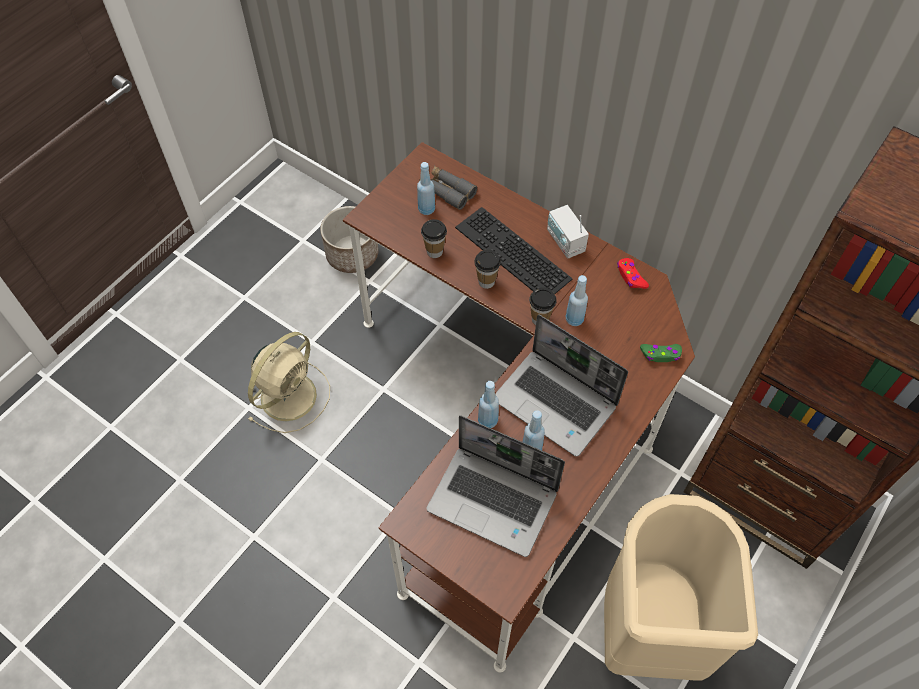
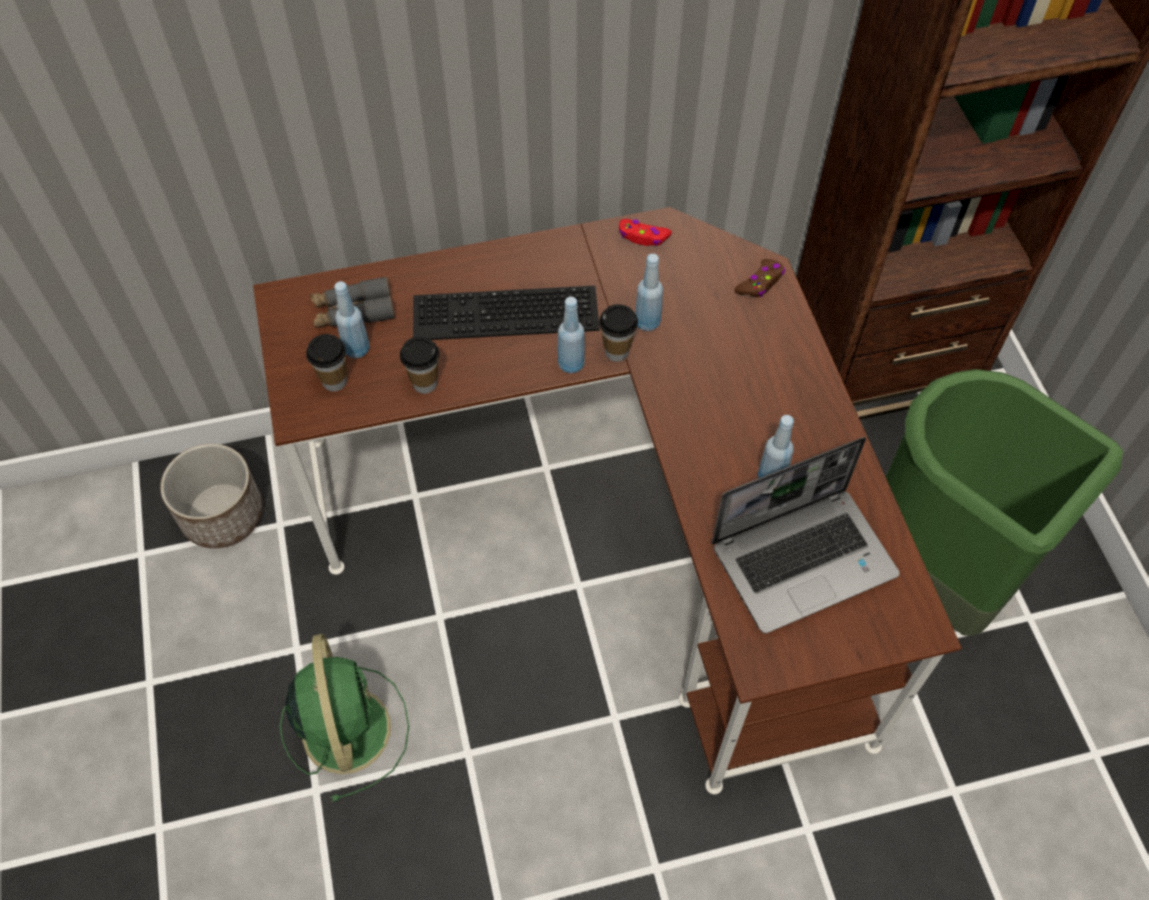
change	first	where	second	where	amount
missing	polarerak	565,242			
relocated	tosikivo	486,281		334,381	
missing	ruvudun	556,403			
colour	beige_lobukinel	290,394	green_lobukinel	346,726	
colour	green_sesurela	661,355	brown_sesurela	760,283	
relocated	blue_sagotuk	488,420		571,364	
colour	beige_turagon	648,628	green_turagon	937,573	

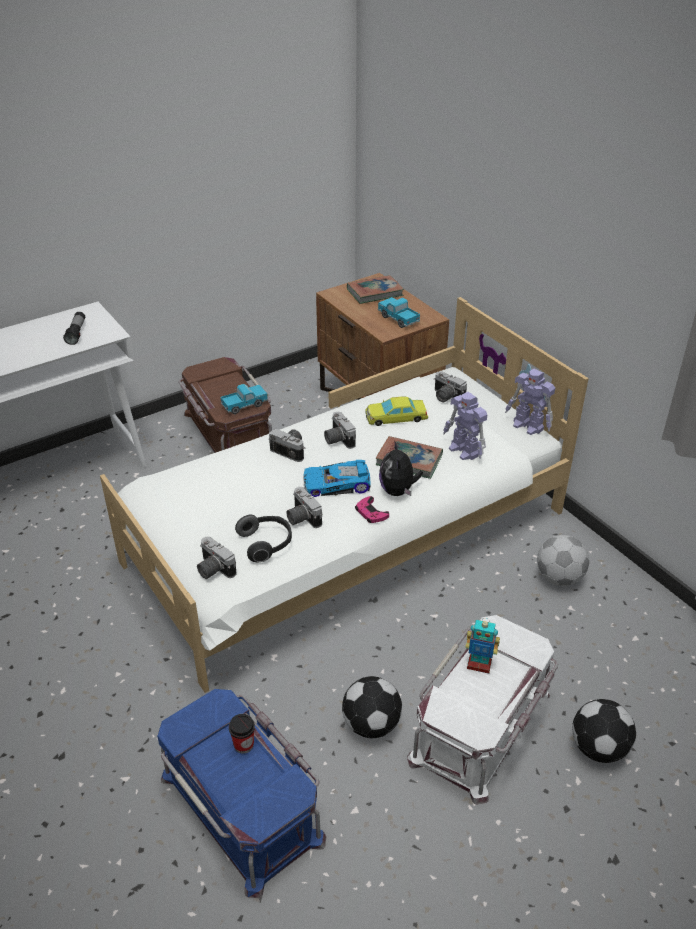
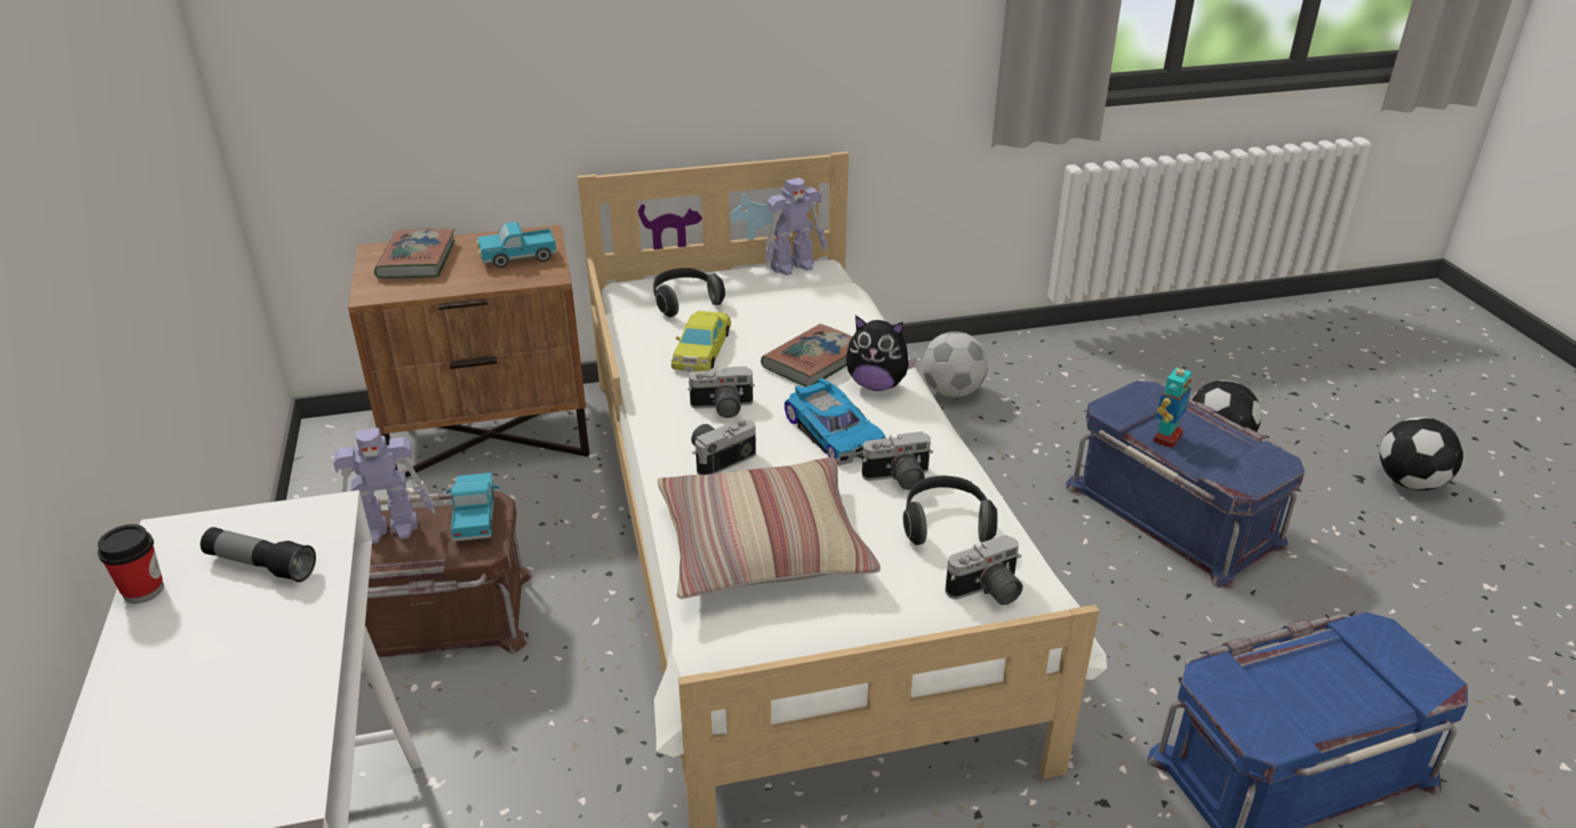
change	first	where	second	where	amount
exchanged	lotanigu	445,397	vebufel	685,302	
relocated	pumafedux	464,451		391,529	
spun	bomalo	336,485		835,432	45 degrees counterclockwise
missing	pink_sesurela	371,513			
colour	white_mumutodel	482,727	blue_mumutodel	1176,514	
relocated	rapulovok	372,725		1410,482	
relocated	tosikivo	243,745		143,590	
appeared			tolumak	763,545	

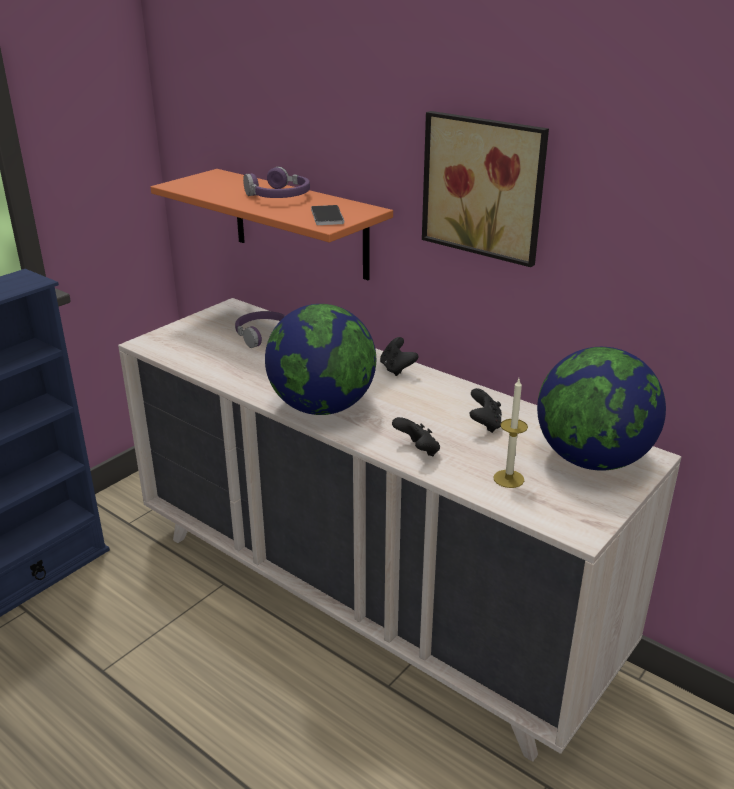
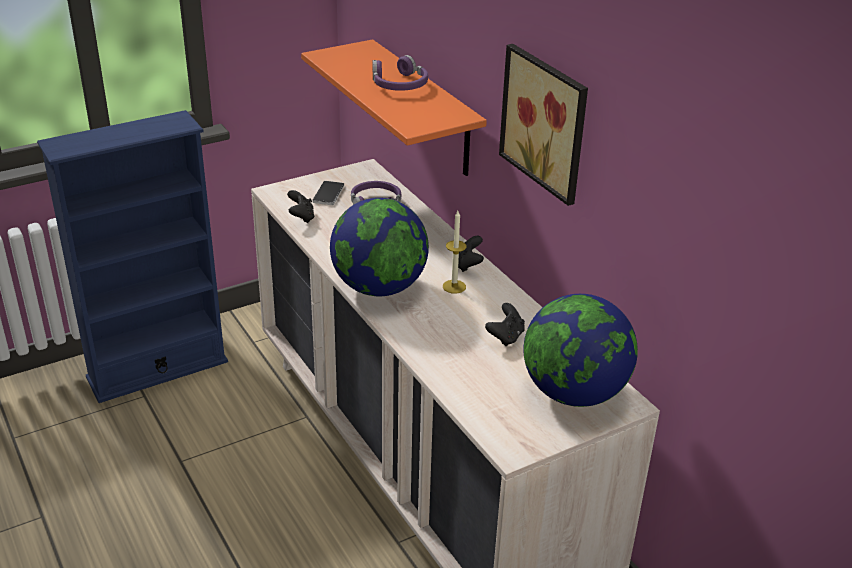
change	first	where	second	where	amount
relocated	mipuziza	327,217		328,194	
relocated	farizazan	508,479		454,286	
relocated	black_sesurela	417,451		301,217	

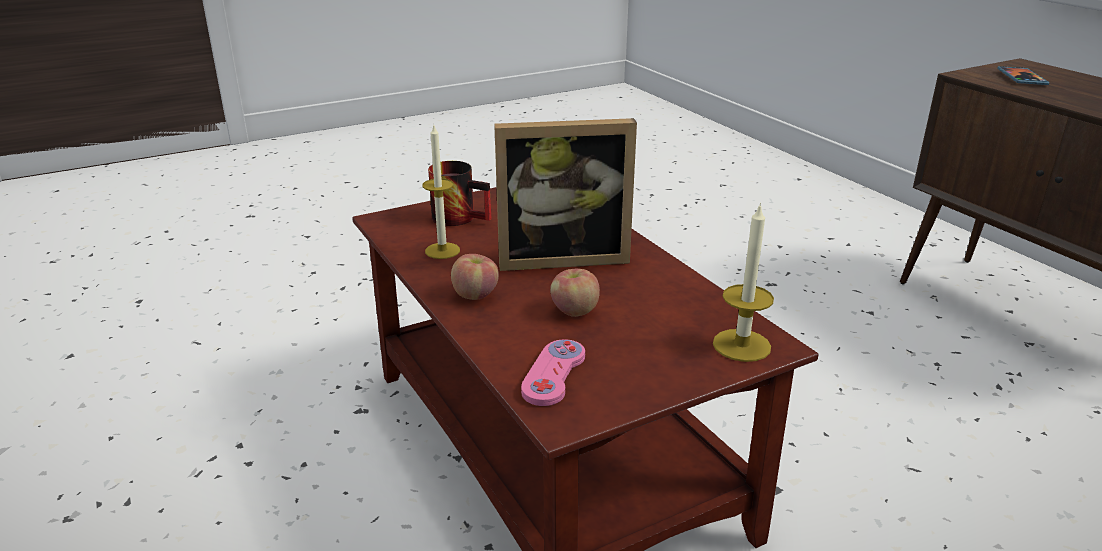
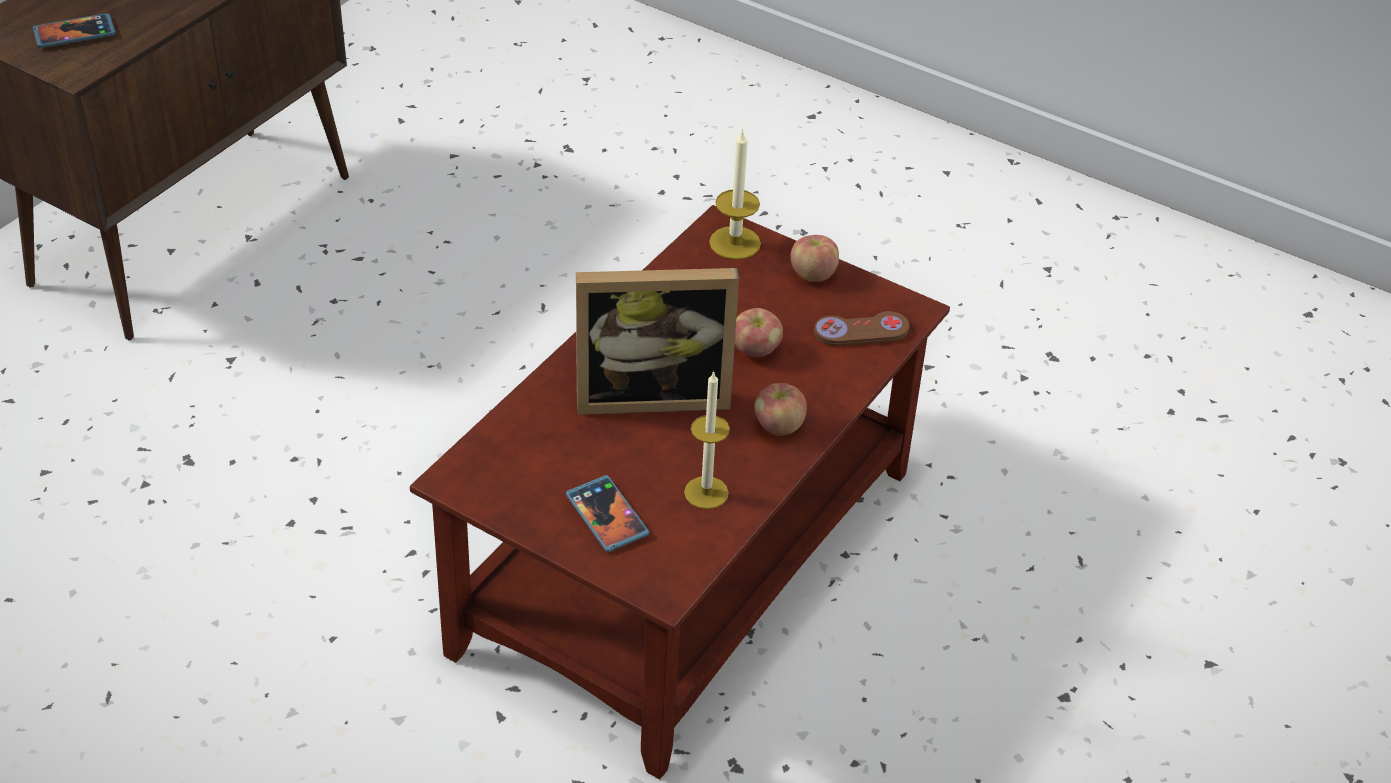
change	first	where	second	where	amount
spun	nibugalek	562,256		652,393	120 degrees clockwise
exchanged	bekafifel	462,217	mipuziza	607,516	
colour	pink_sesurela	554,374	brown_sesurela	861,331	
appeared			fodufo	813,274	

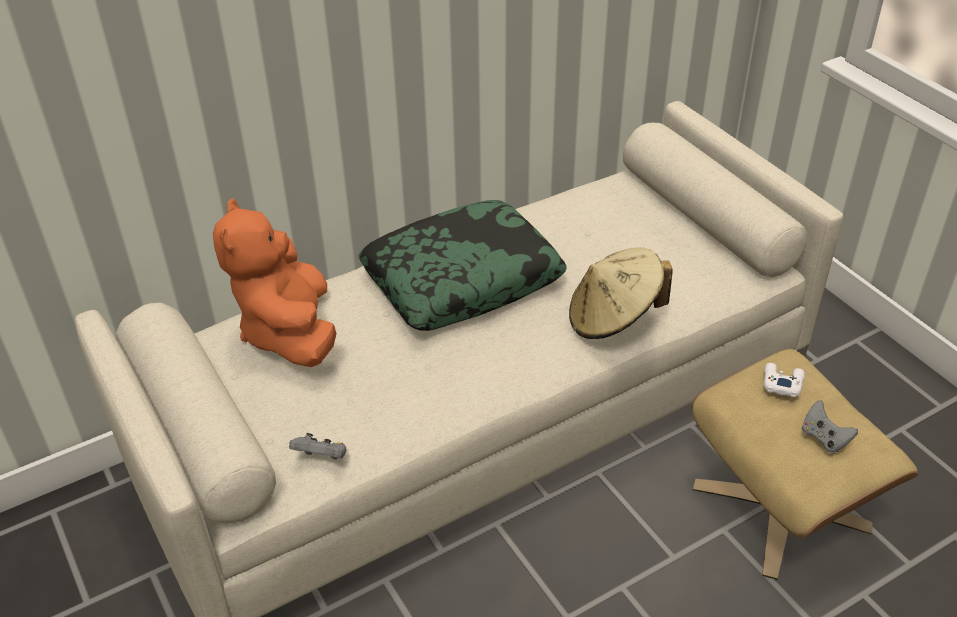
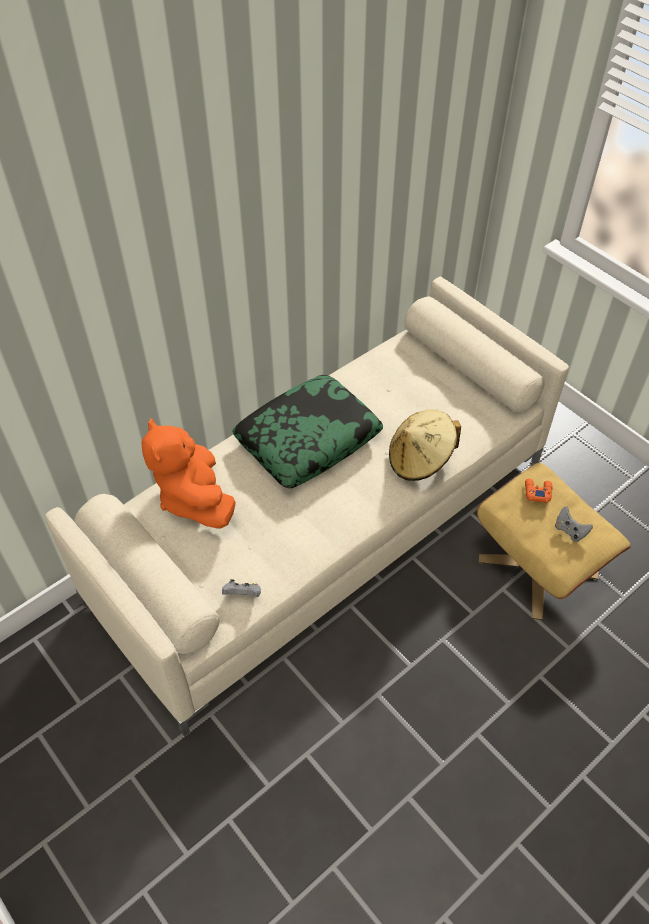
change	first	where	second	where	amount
colour	white_sesurela	781,383	orange_sesurela	537,492	

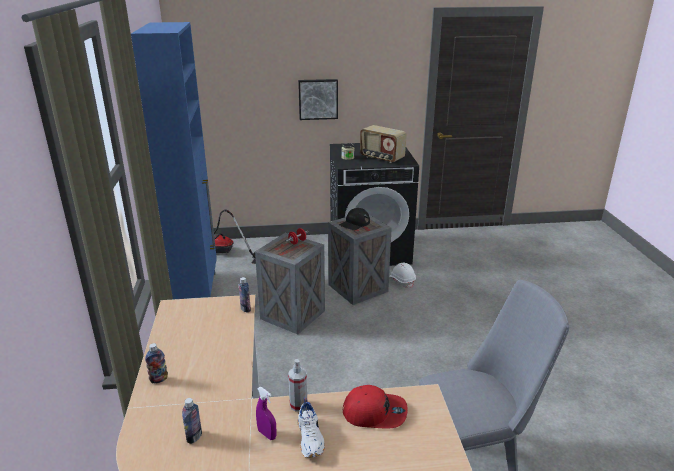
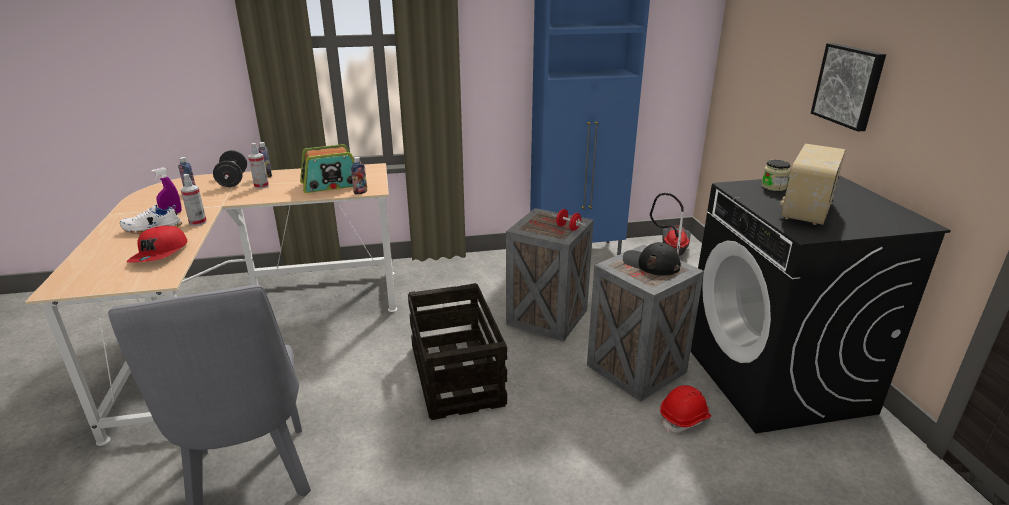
change	first	where	second	where	amount
colour	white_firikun	402,280	red_firikun	684,418	
appeared			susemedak	261,186	
appeared			polarerak	331,184	
appeared			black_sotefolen	233,180	
appeared			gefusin	457,375	

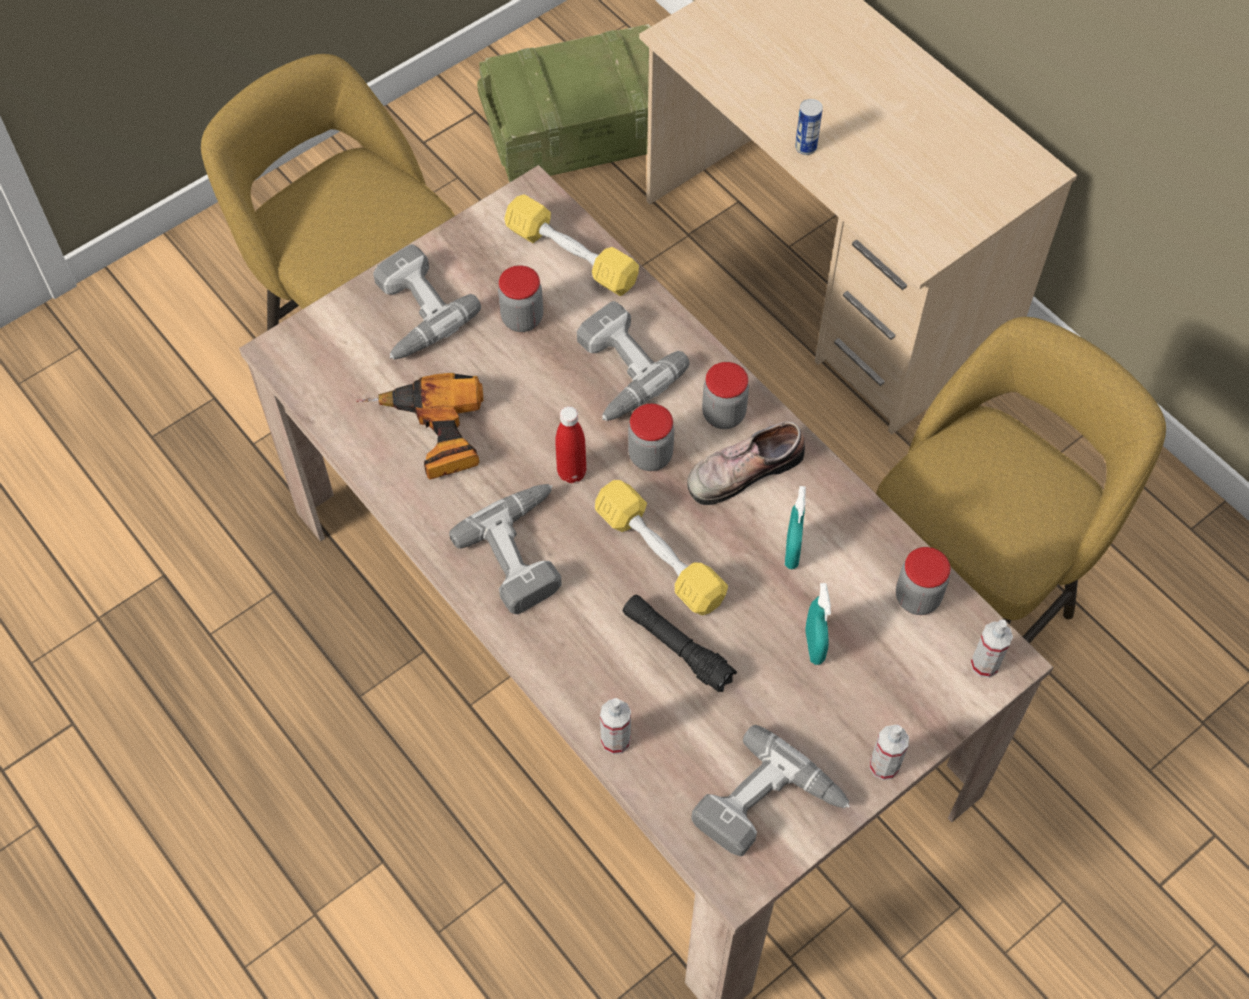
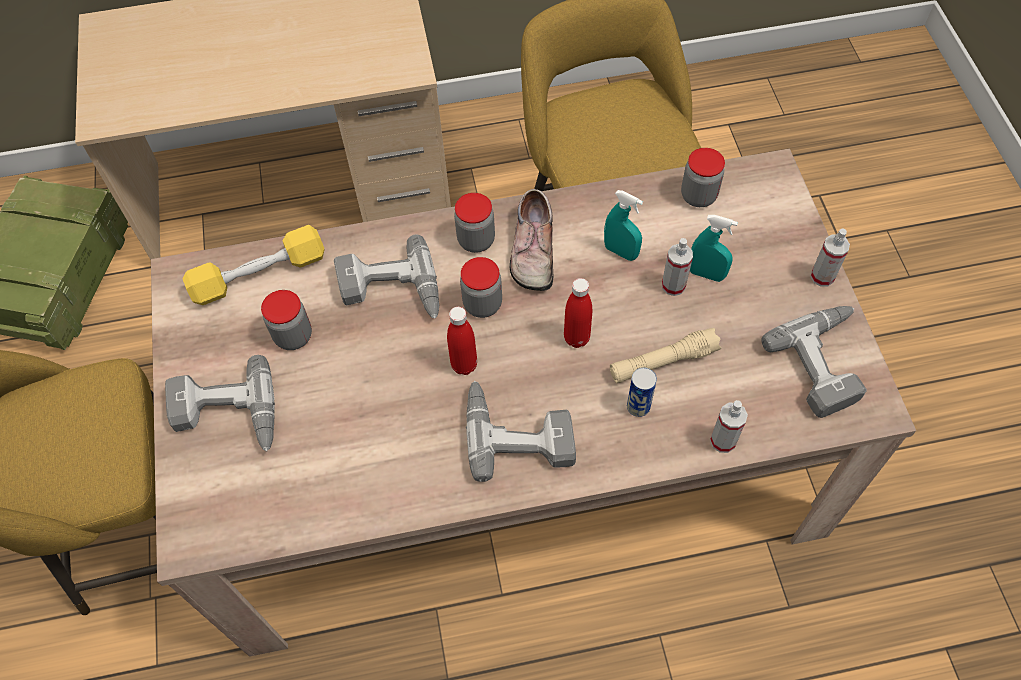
change	first	where	second	where	amount
relocated	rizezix	805,147		638,407	
missing	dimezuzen	432,435			
exchanged	yellow_sotefolen	659,556	red_sagotuk	576,338	
colour	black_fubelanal	677,648	beige_fubelanal	663,362	
relocated	susemedak	985,664		673,285	

